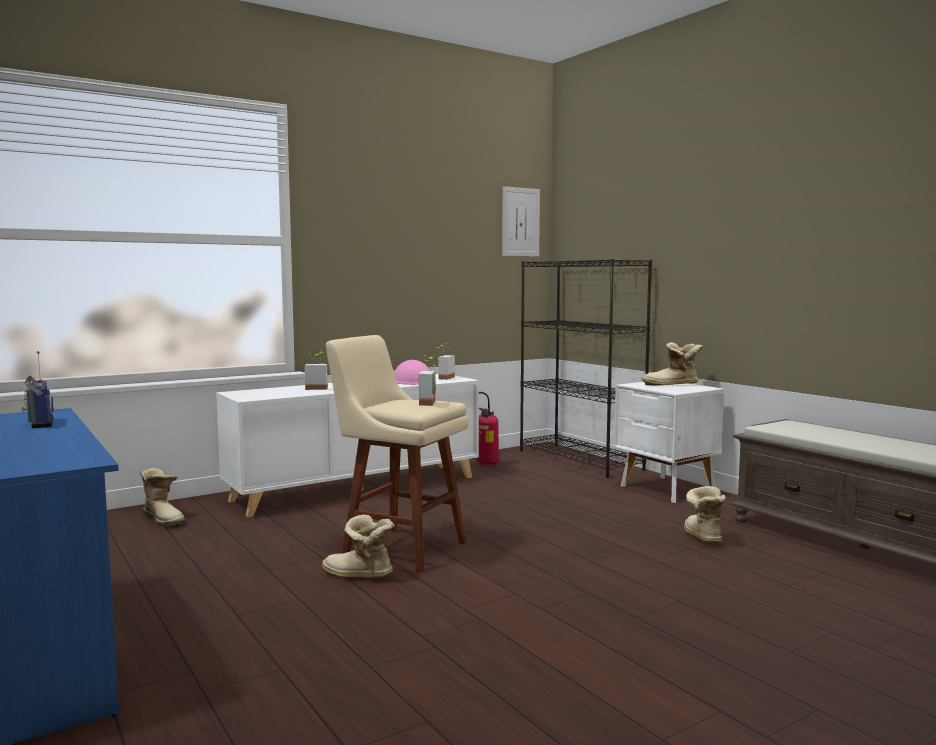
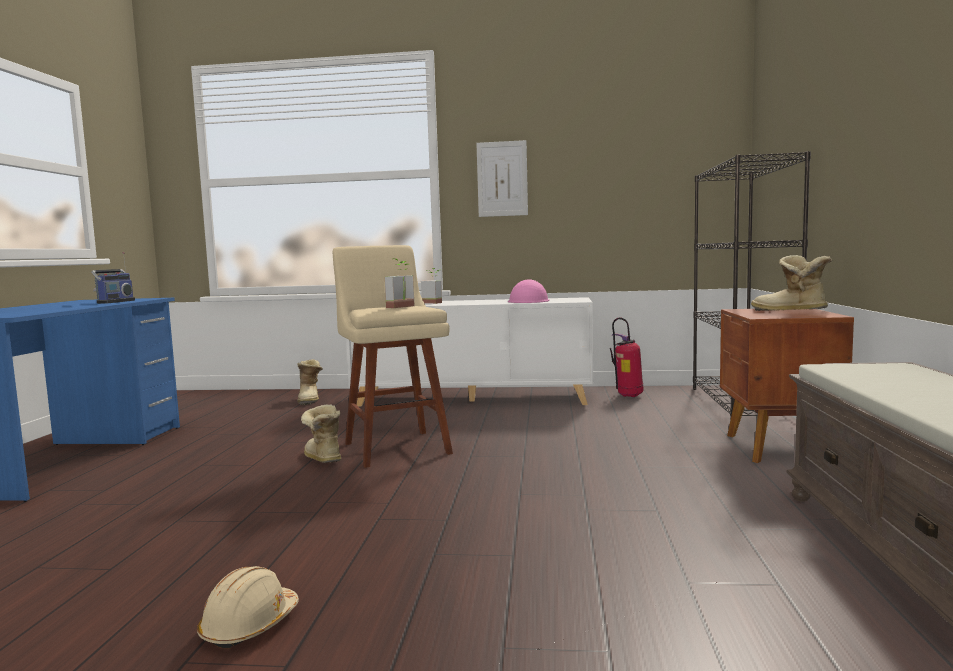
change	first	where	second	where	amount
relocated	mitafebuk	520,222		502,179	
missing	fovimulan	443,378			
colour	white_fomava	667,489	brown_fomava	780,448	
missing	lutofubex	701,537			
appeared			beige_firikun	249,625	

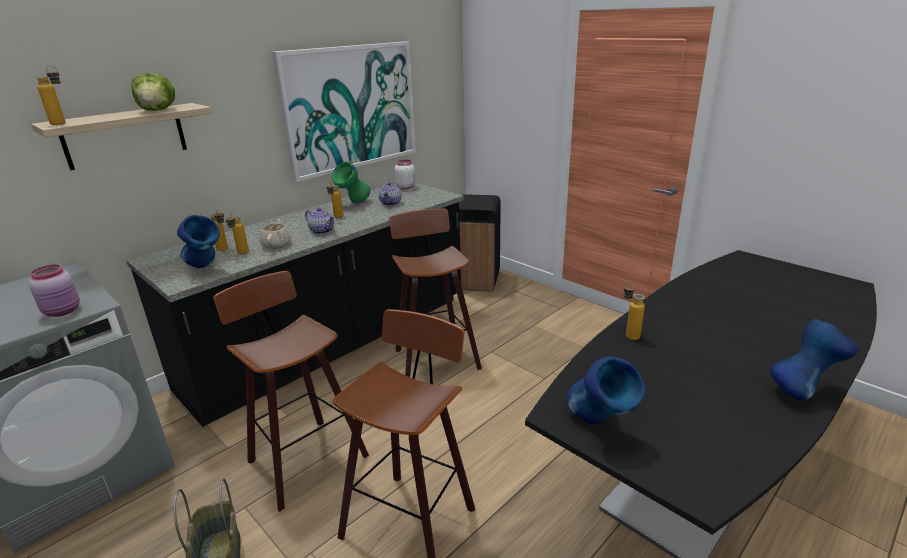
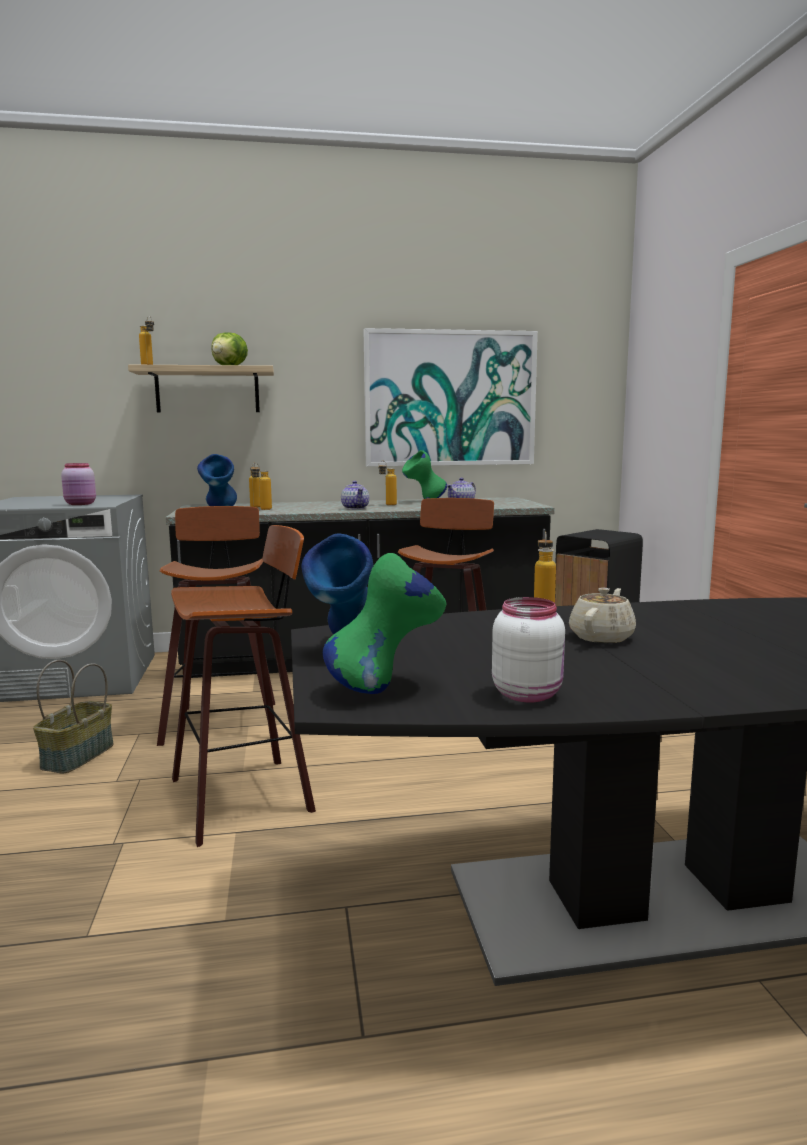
change	first	where	second	where	amount
relocated	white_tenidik	405,187		528,693	
relocated	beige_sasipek	276,244		602,637	
missing	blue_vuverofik	802,391			
appeared			green_vuverofik	386,689	

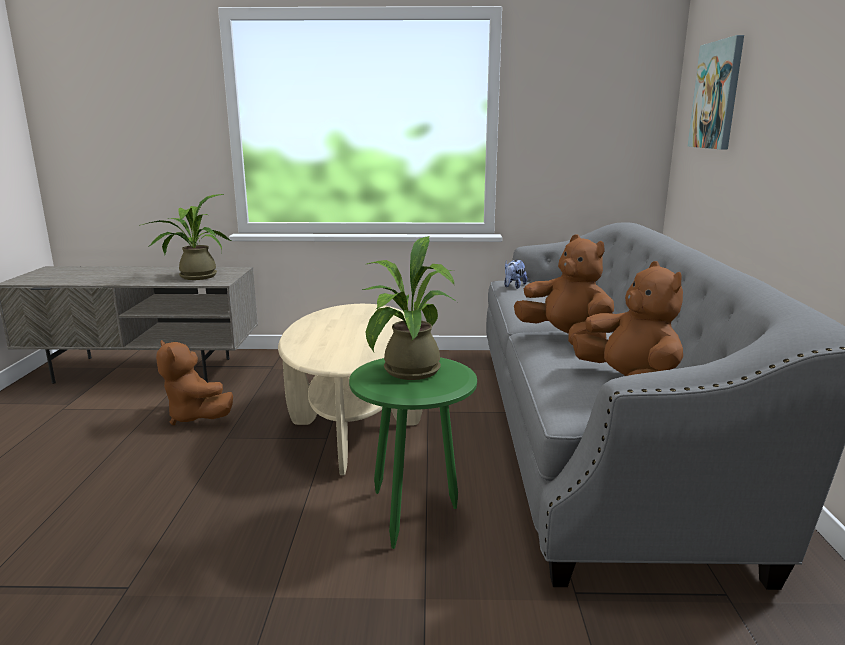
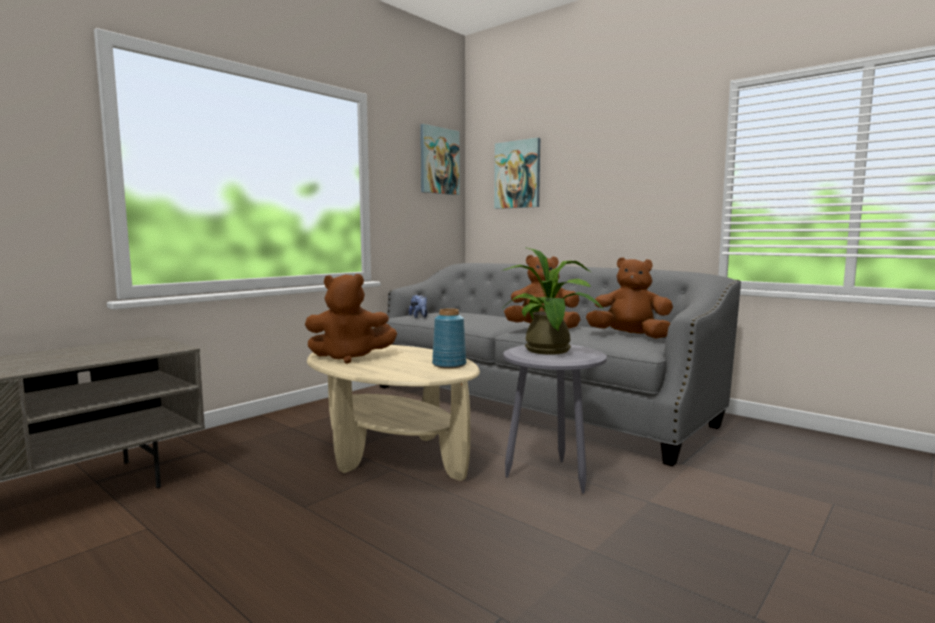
change	first	where	second	where	amount
missing	fovimulan	193,276			
relocated	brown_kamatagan	196,416		349,357	
colour	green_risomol	414,514	grey_risomol	551,475	
appeared			mitafebuk	439,161	
appeared			blue_vuverofik	449,365	

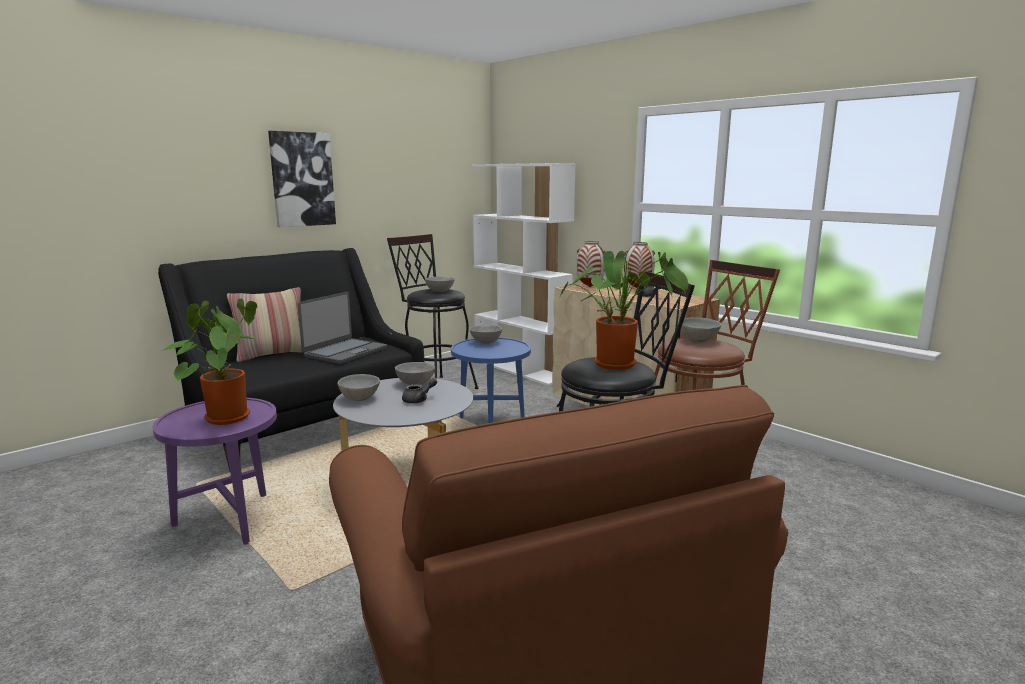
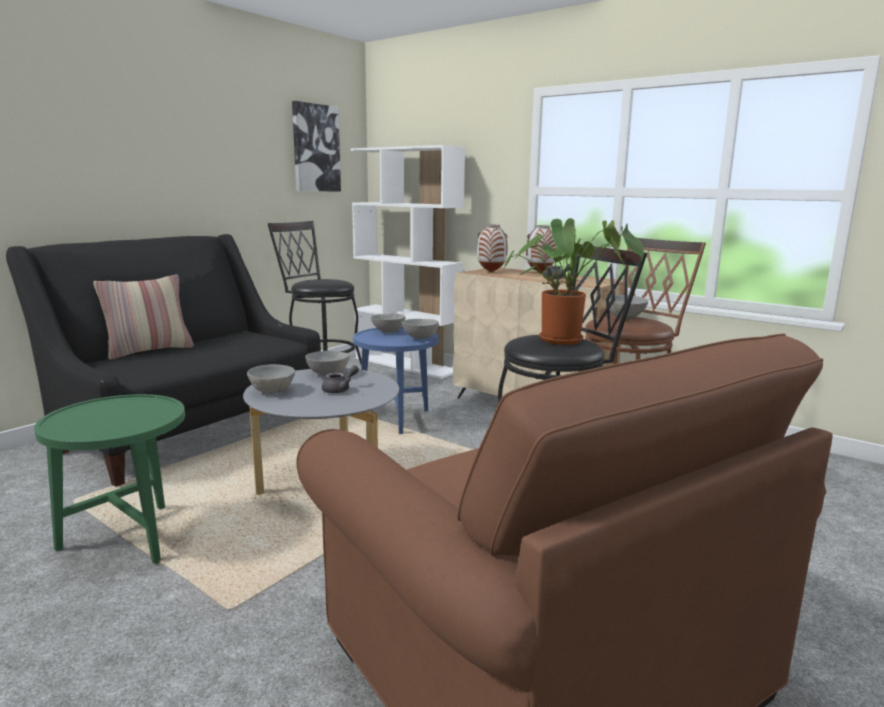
change	first	where	second	where	amount
relocated	mitafebuk	302,179		315,148	
relocated	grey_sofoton	439,291		419,338	
missing	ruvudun	345,352			
missing	fovimulan	225,416			
colour	purple_risomol	230,522	green_risomol	129,540	

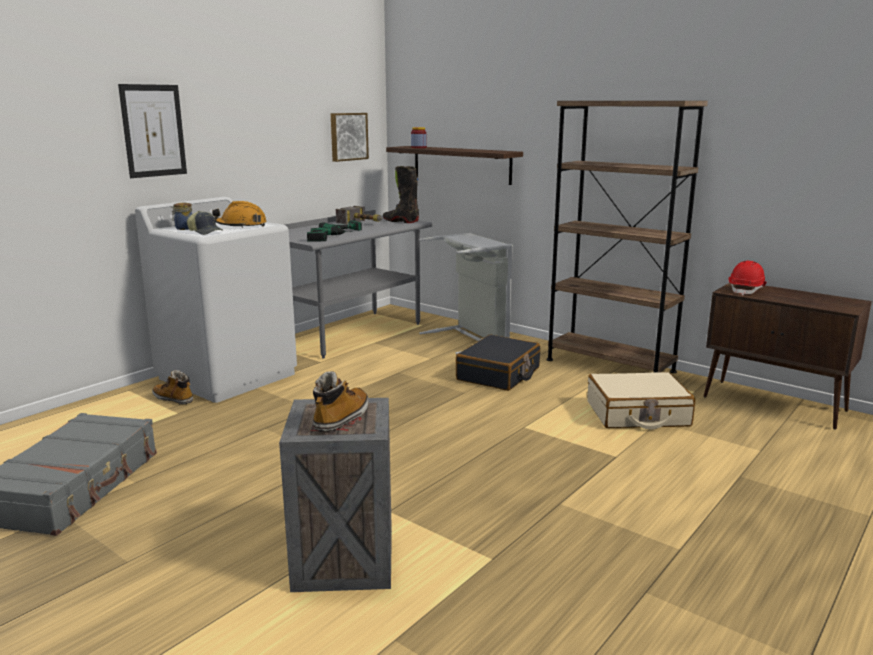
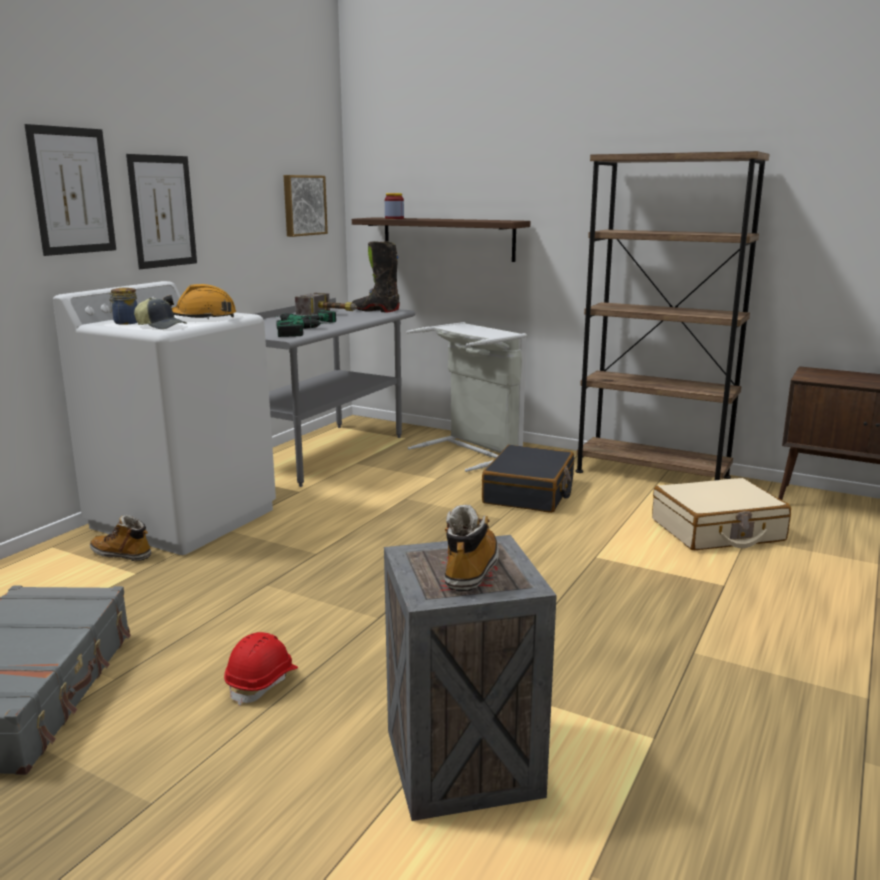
change	first	where	second	where	amount
relocated	red_firikun	746,290		262,682	
appeared			mitafebuk	162,211	

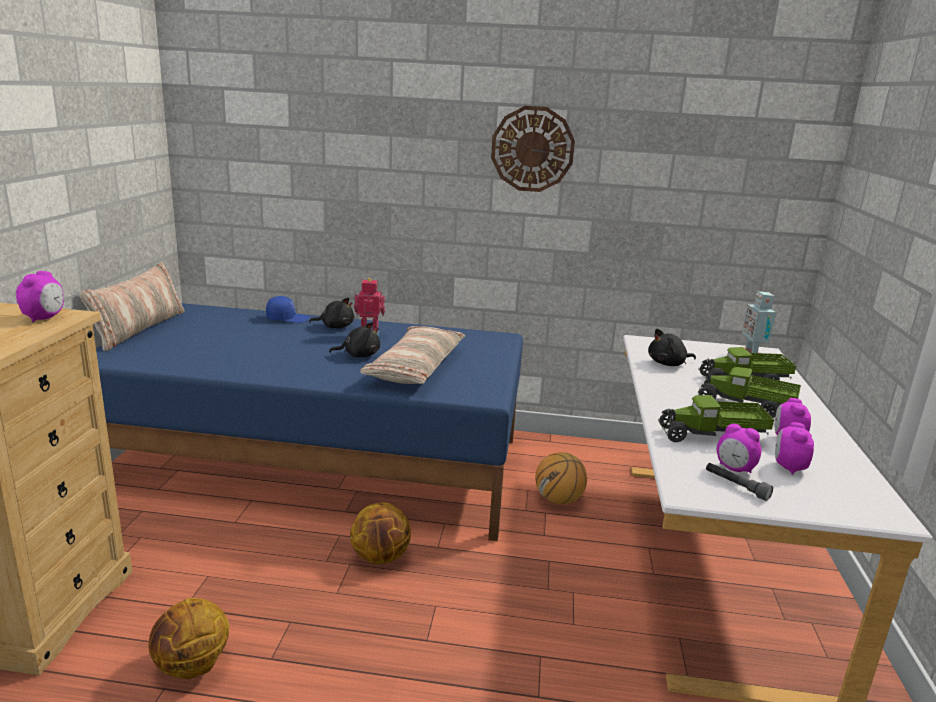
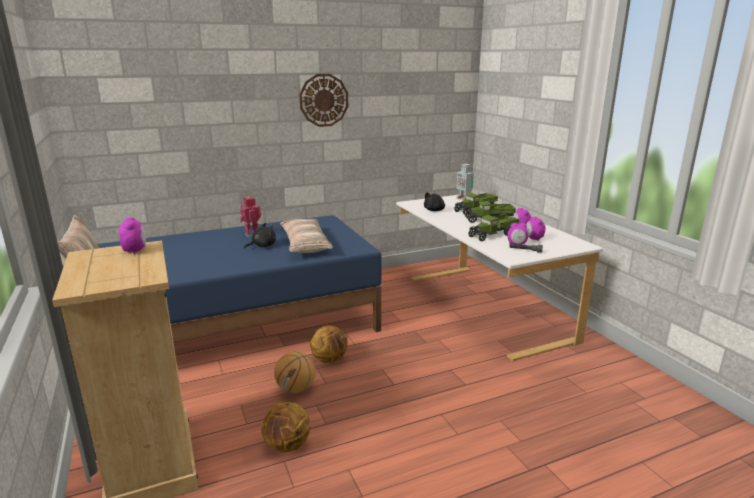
change	first	where	second	where	amount
missing	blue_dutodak	287,318			
missing	black_kamatagan	335,327			
relocated	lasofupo	559,500		296,389	

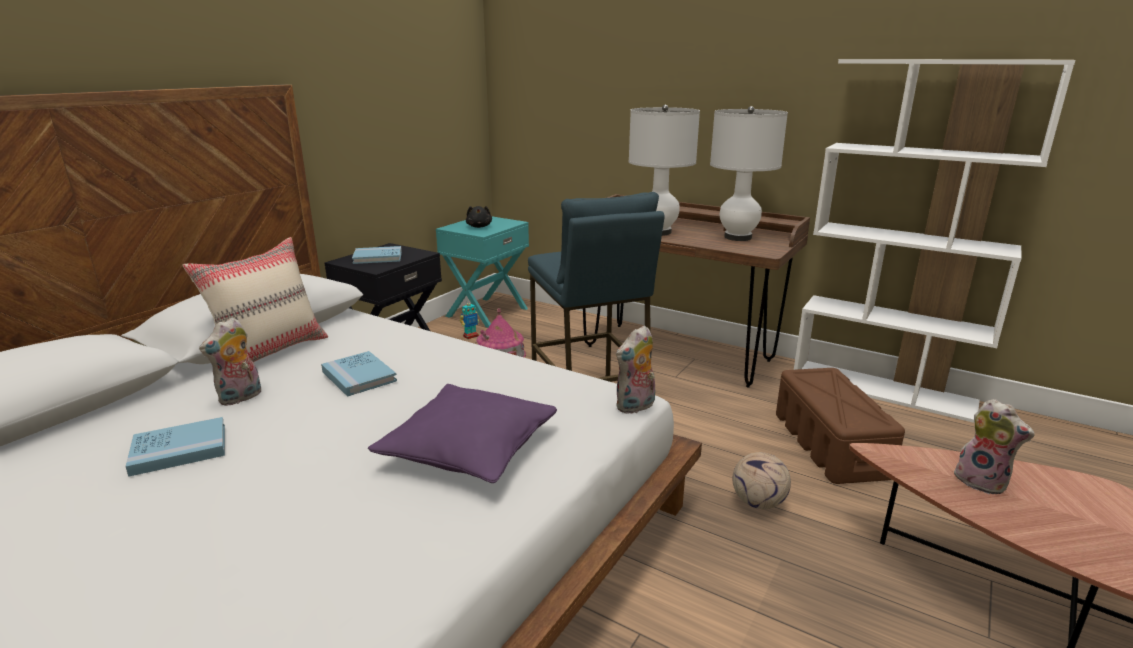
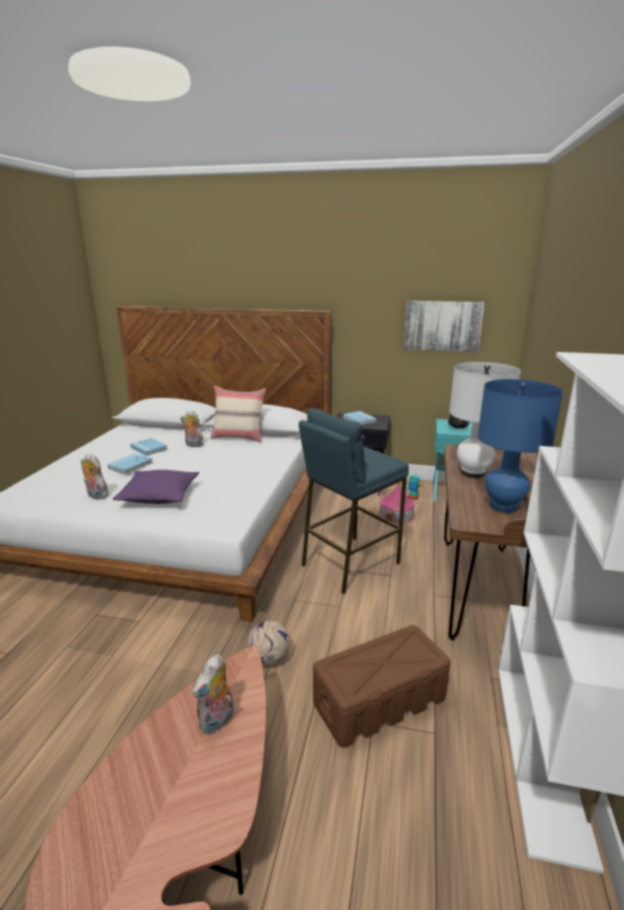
change	first	where	second	where	amount
colour	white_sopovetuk	737,237	blue_sopovetuk	503,506	
relocated	kamatagan	636,407		96,496	
relocated	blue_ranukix	359,376		130,465	
appeared			mitafebuk	442,326	

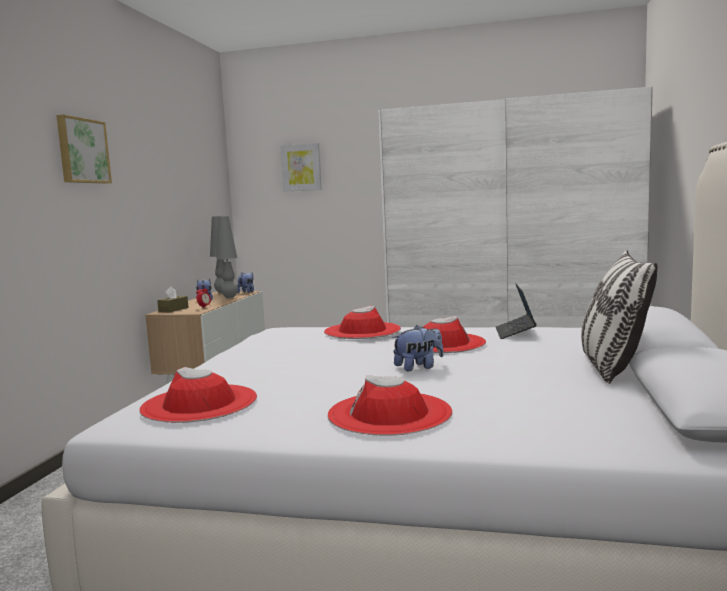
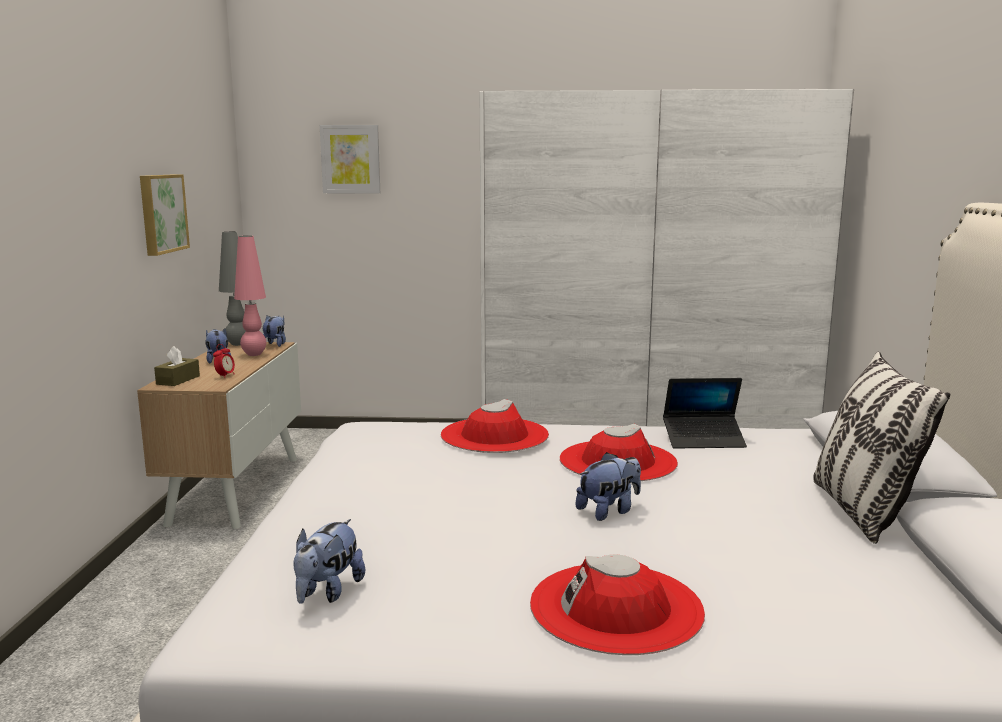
change	first	where	second	where	amount
relocated	mitafebuk	82,151		161,213	
colour	grey_sopovetuk	230,297	pink_sopovetuk	254,354	
spun	ruvudun	515,333		703,440	90 degrees counterclockwise
exchanged	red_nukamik	199,403	kamatagan	328,592	

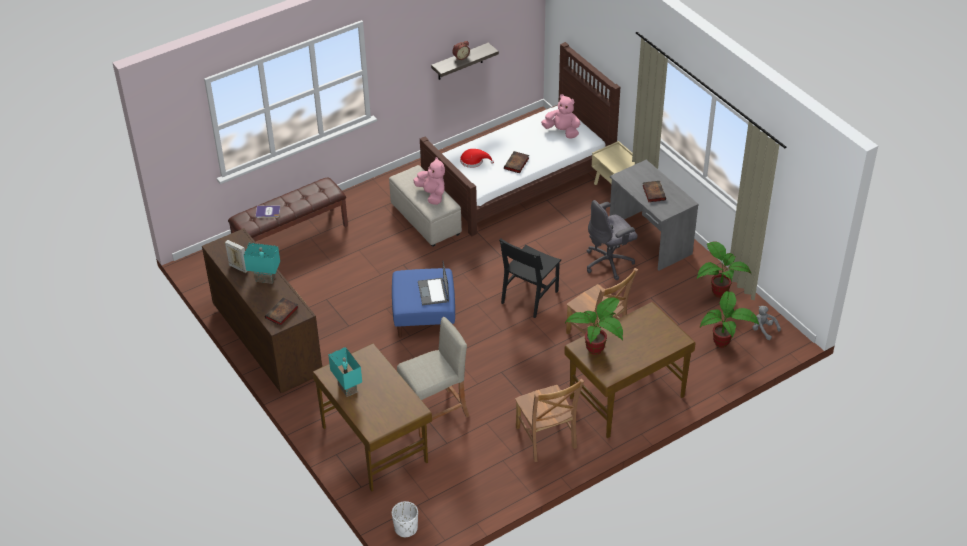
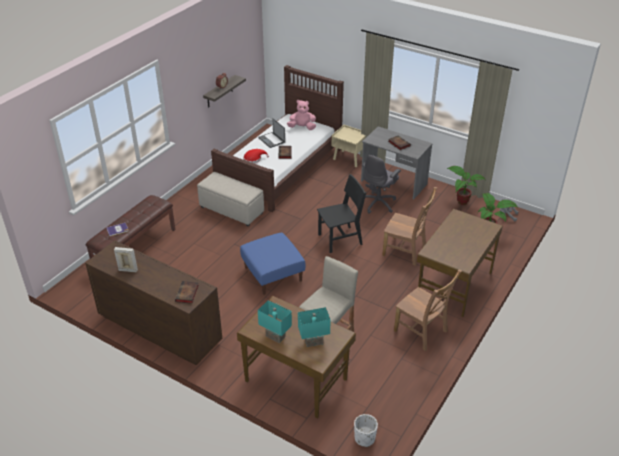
change	first	where	second	where	amount
missing	pink_kamatagan	432,194			
spun	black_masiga	529,297		340,239	120 degrees counterclockwise
relocated	turquoise_sopovetuk	265,278		313,341	
relocated	ruvudun	433,292		272,140	
missing	fovimulan	597,351			

